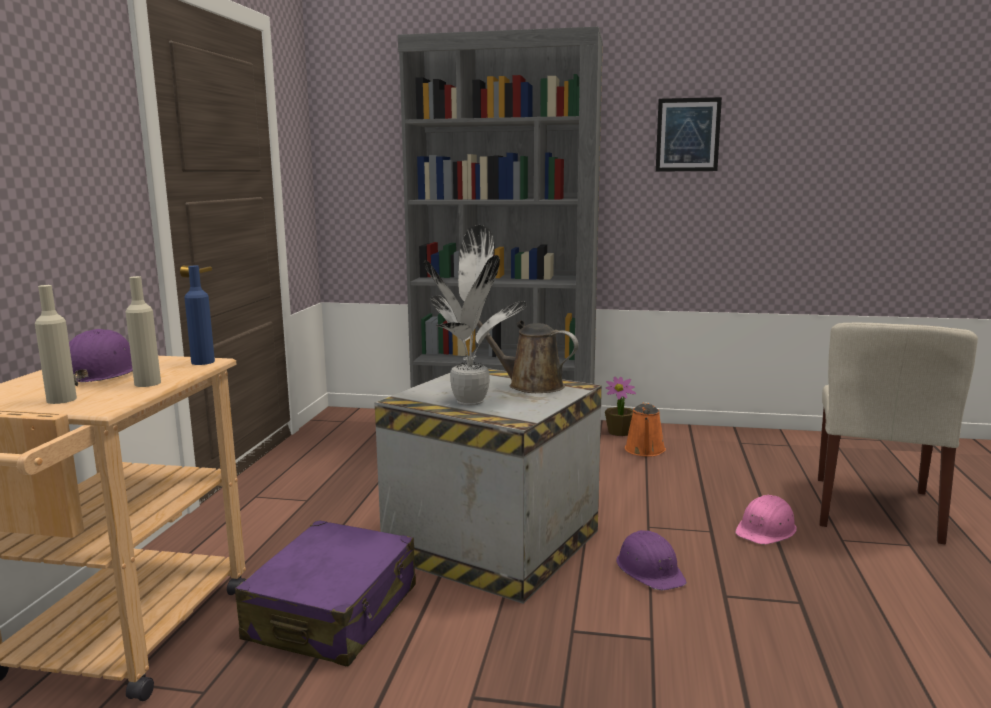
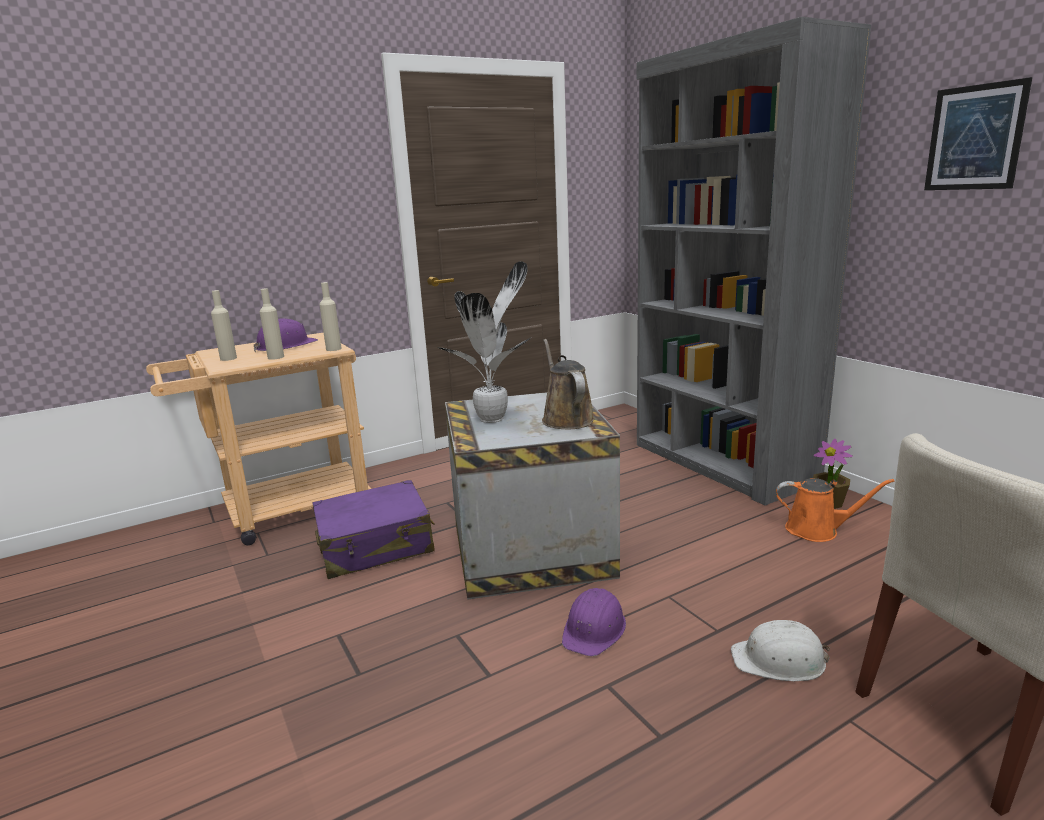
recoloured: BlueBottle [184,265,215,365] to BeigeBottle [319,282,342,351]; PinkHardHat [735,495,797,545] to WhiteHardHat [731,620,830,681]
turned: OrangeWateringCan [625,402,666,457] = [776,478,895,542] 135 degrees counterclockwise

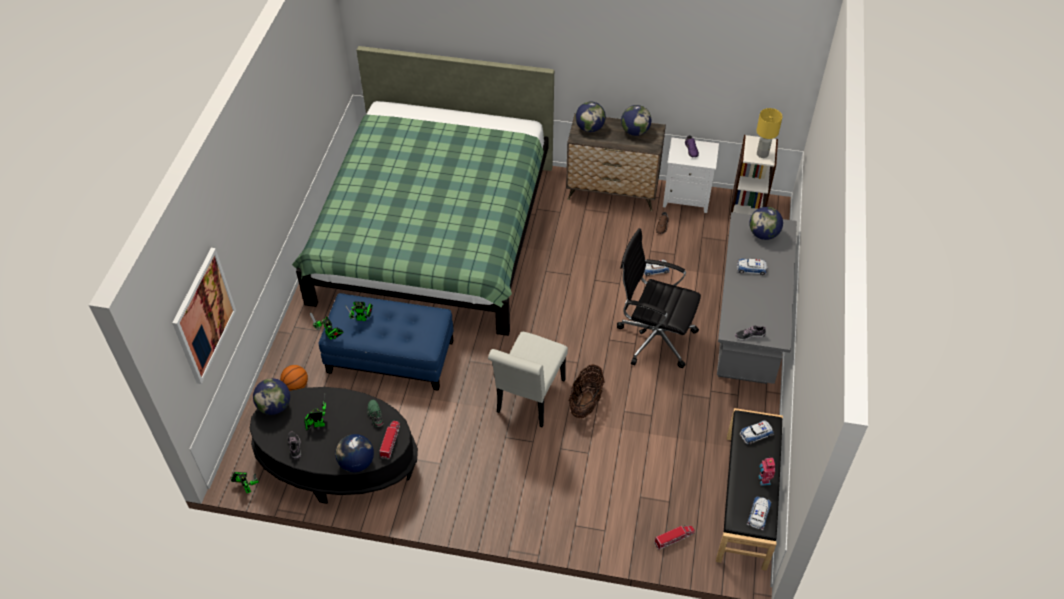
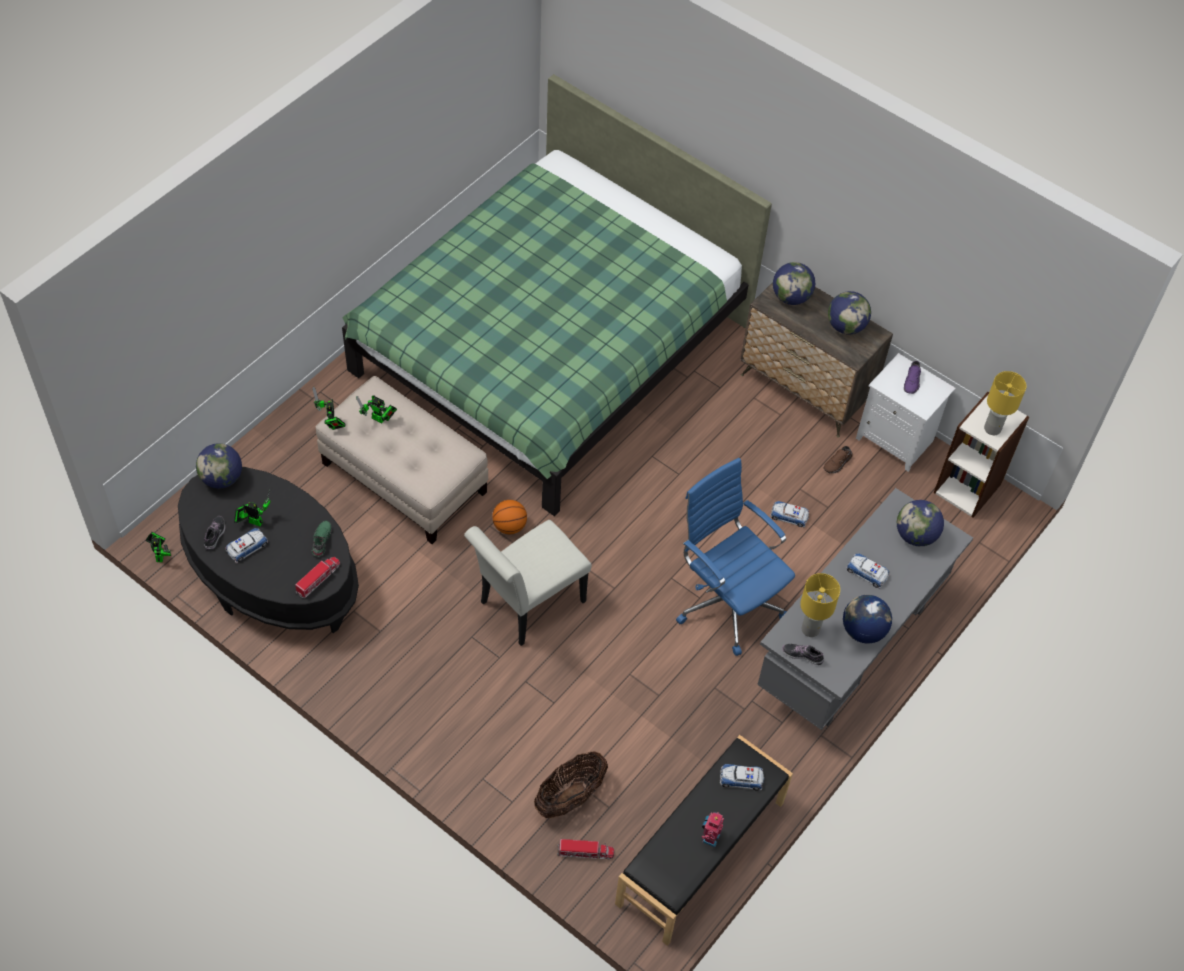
removed: Picture [172,248,236,384]
added: YellowTableLamp [800,573,840,637]
moved: Basket [568,364,605,419] to [534,751,608,818]; Basketball [280,365,308,391] to [492,500,527,534]; Globe [335,434,374,473] to [843,595,892,644]; ToyCar [747,496,771,530] to [225,528,268,563]
recoloured: BlackOfficeChair [617,228,701,368] to BlueOfficeChair [676,458,795,656]; BlueOttoman [318,293,453,391] to BeigeOttoman [316,376,488,544]

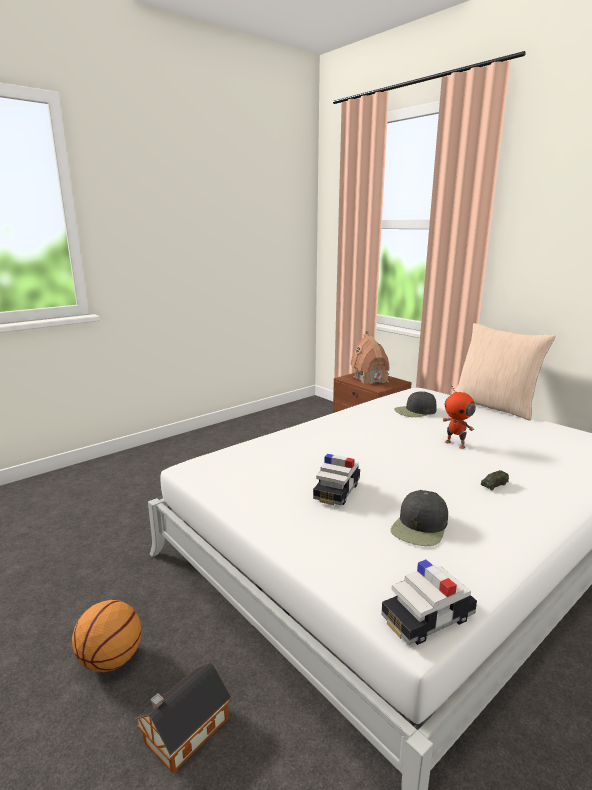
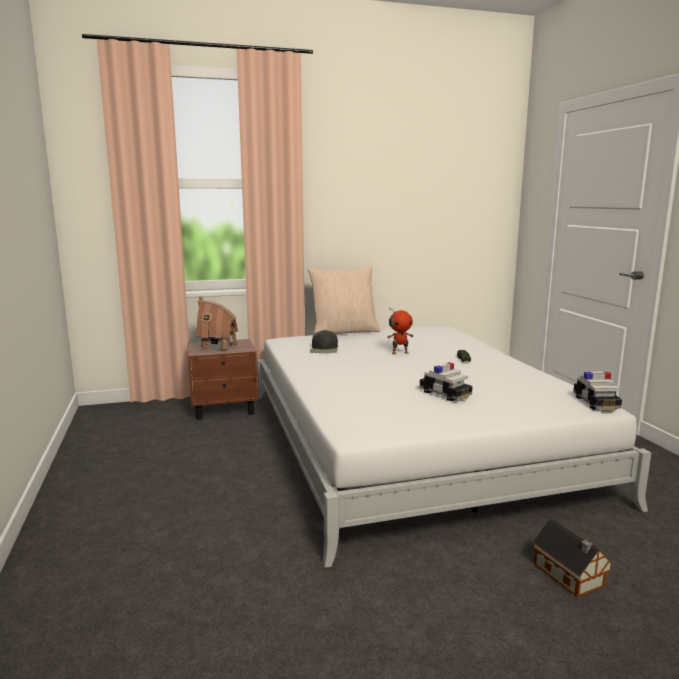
removed: BlackCap [391,490,448,546]; Basketball [72,600,141,672]

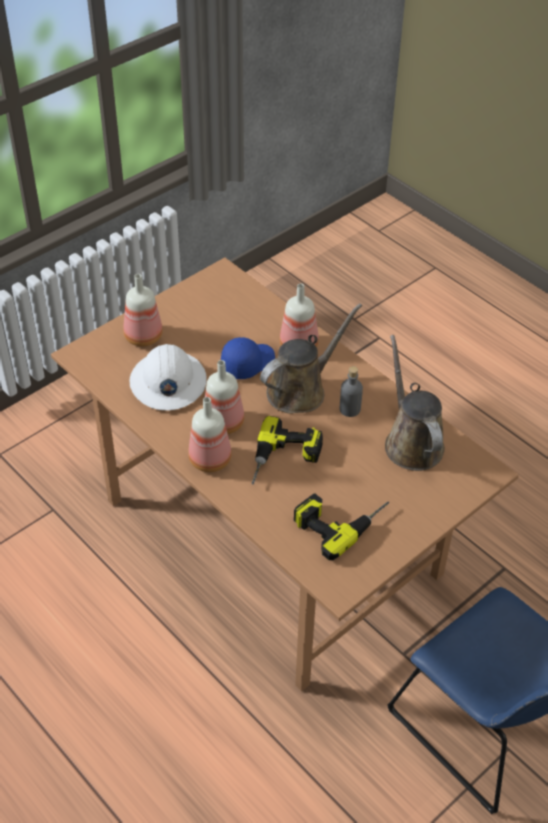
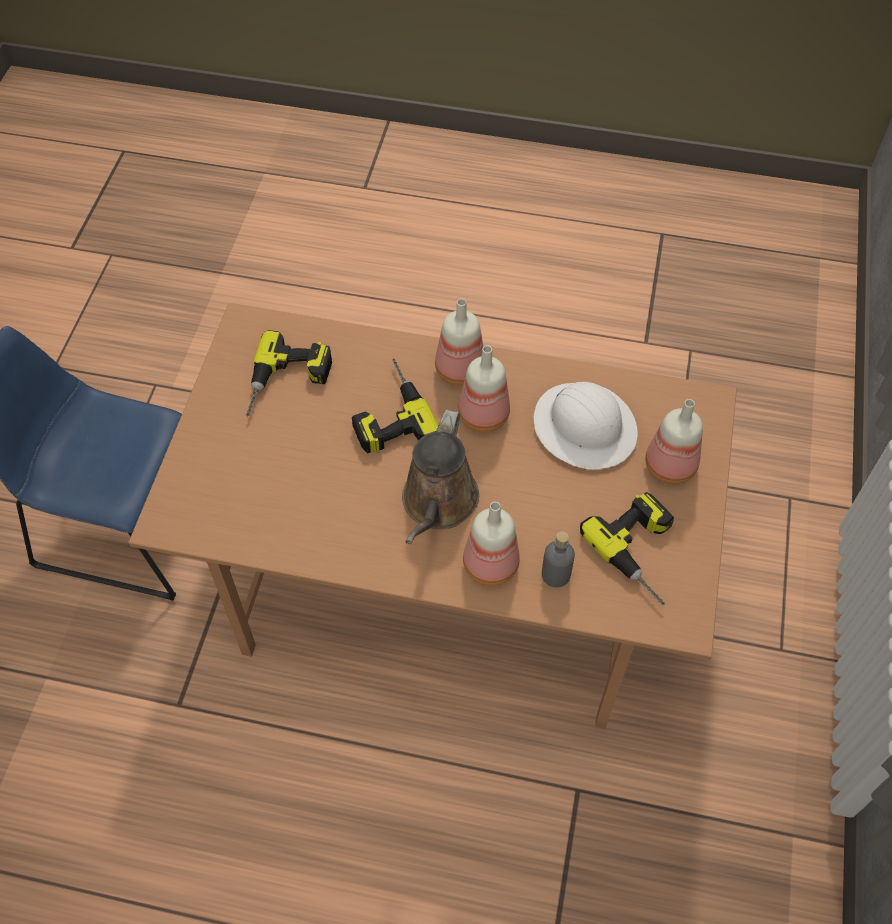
removed: BrownWateringCan [385,335,445,471]; BlueCap [221,337,275,379]
added: PowerDrill [580,492,674,605]
moved: GreyBottle [340,366,363,417] to [542,531,575,588]

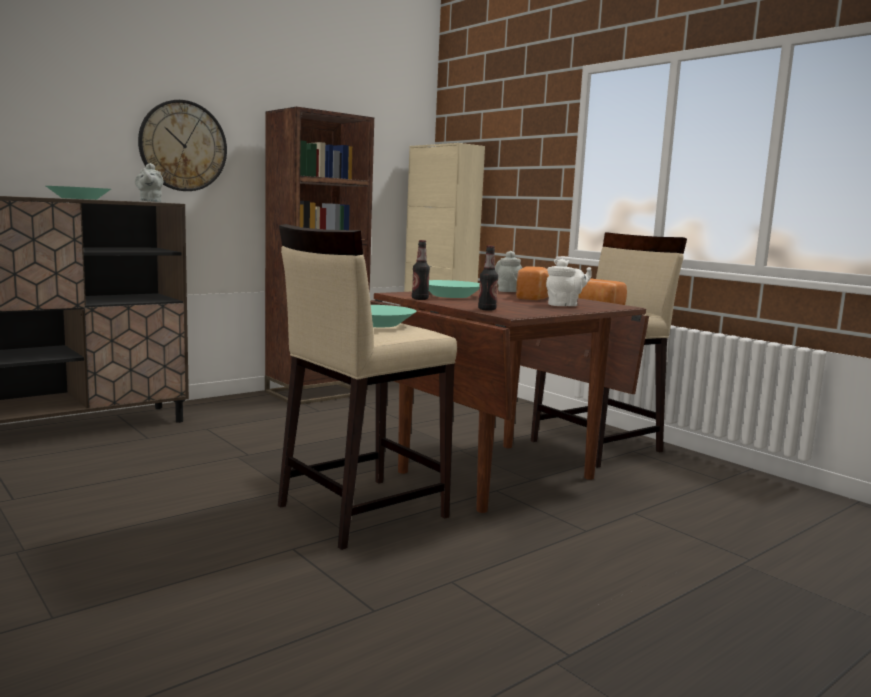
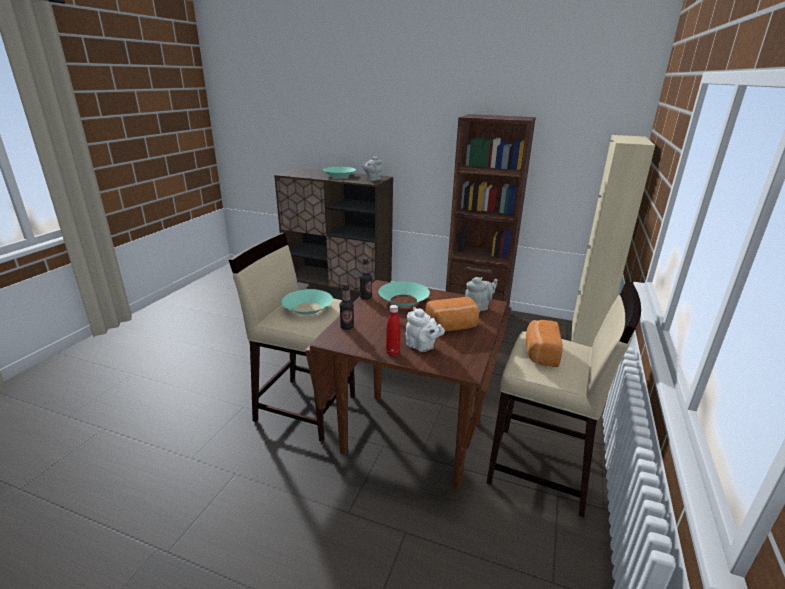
removed: WallClock [138,100,227,191]
added: RedBottle [386,305,401,356]

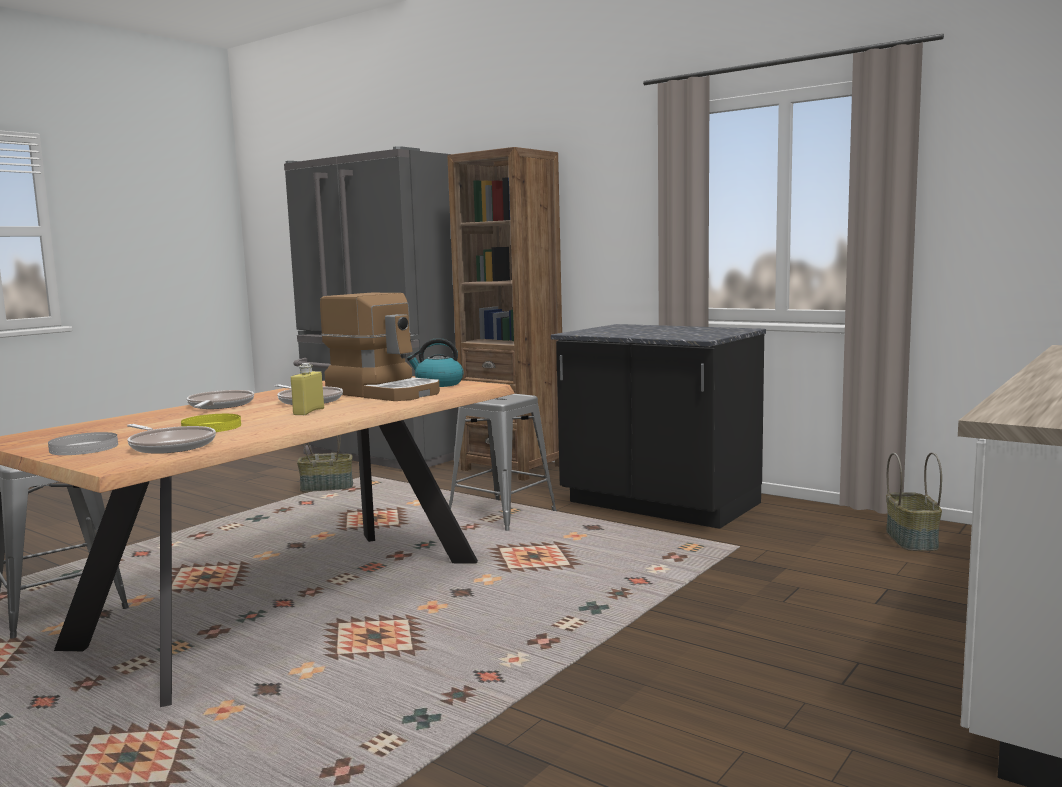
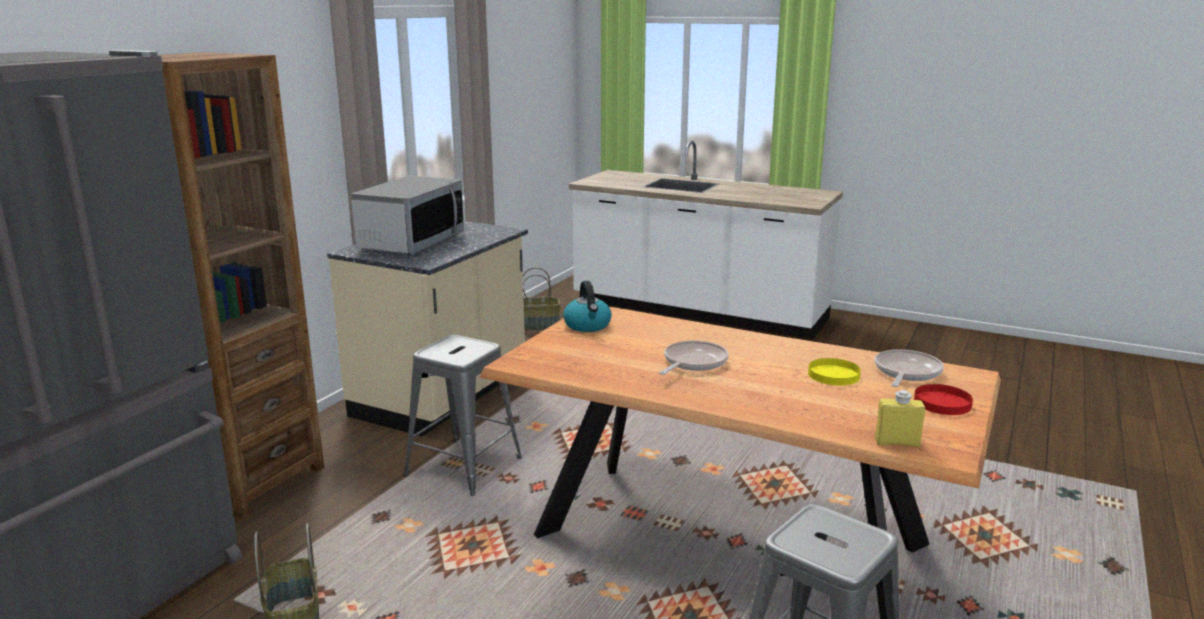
removed: CoffeeMachine [320,293,440,401]; FryingPan [186,390,254,409]
added: Microwave [351,175,464,254]
moved: YellowBottle [291,363,324,415] to [875,390,925,447]
recoloured: BlackCounter [551,324,766,529] to BeigeCounter [327,221,528,436]; WhitePlate [48,432,118,455] to RedPlate [914,384,973,415]

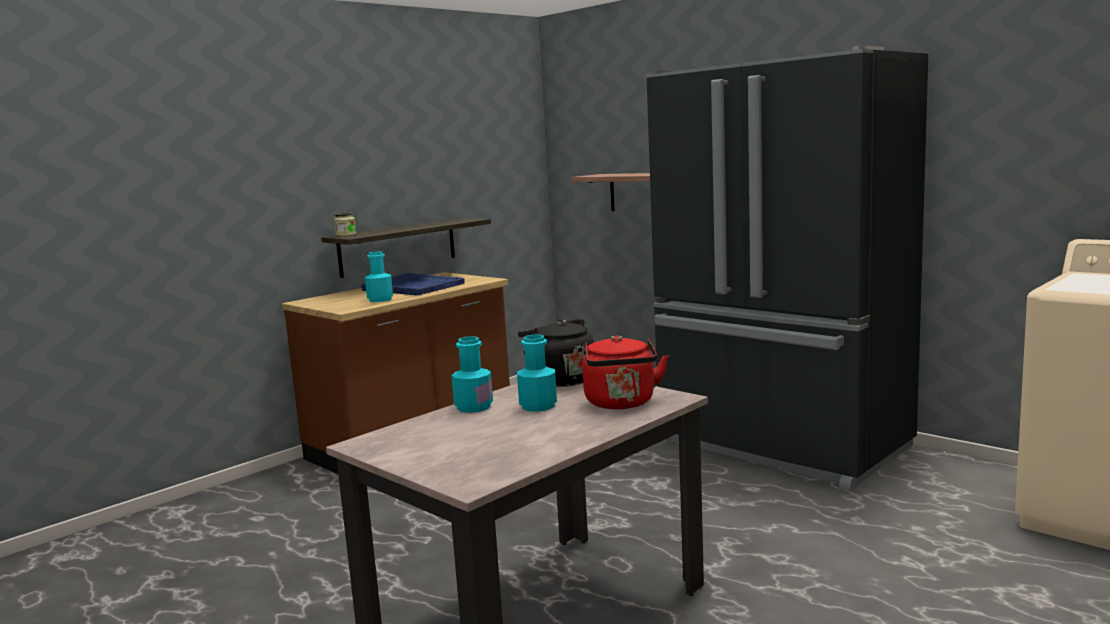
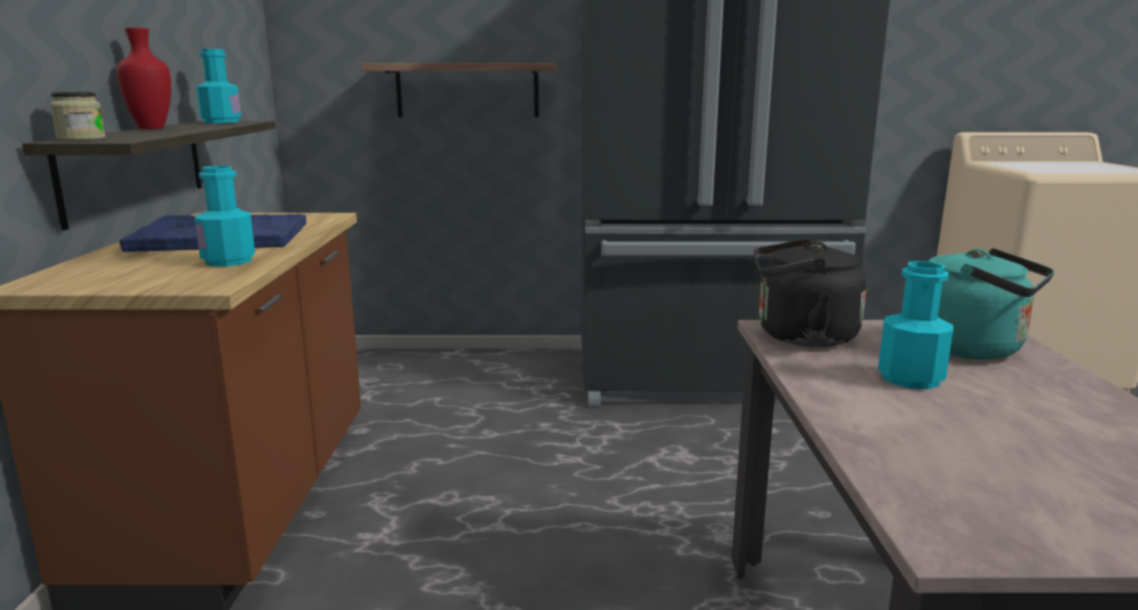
added: RedVase [116,28,171,129]
moved: TurquoiseBottle [451,336,493,413] to [196,49,241,123]
recoloured: RedKettle [582,335,668,409] to TurquoiseKettle [929,248,1054,360]

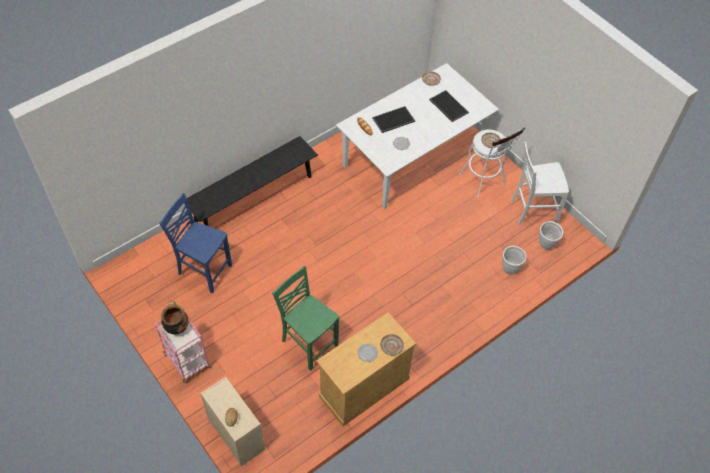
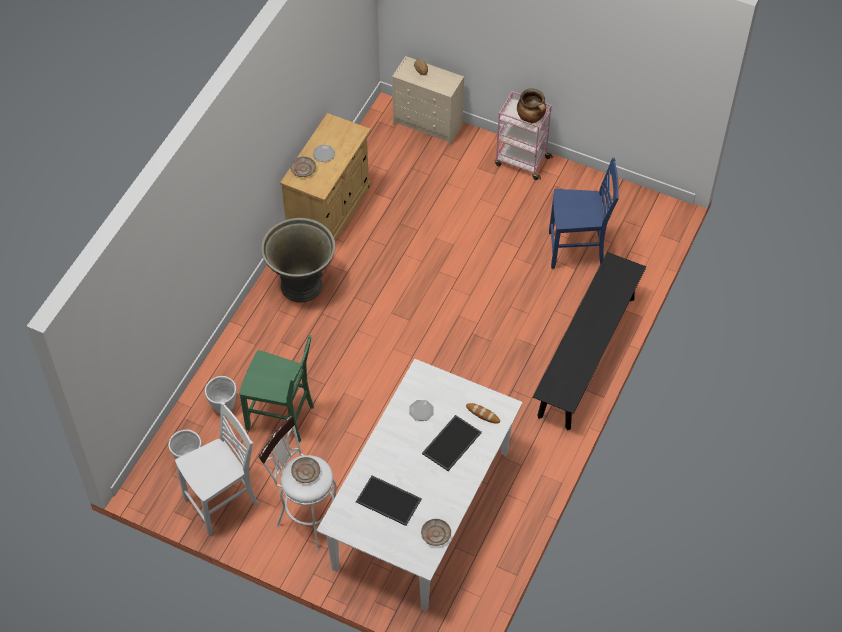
added: GreyPlanter [261,218,335,303]
moved: GreenChair [272,265,339,371] to [240,335,314,442]

